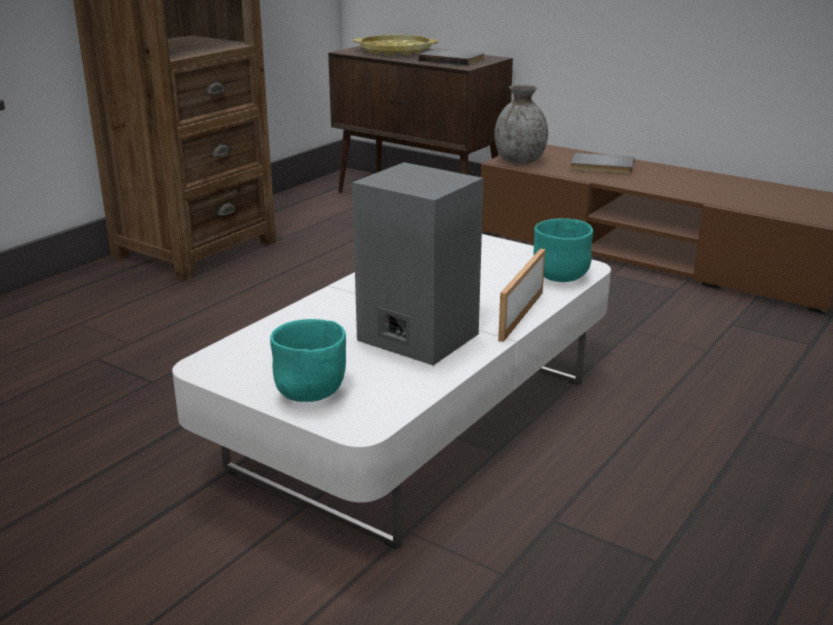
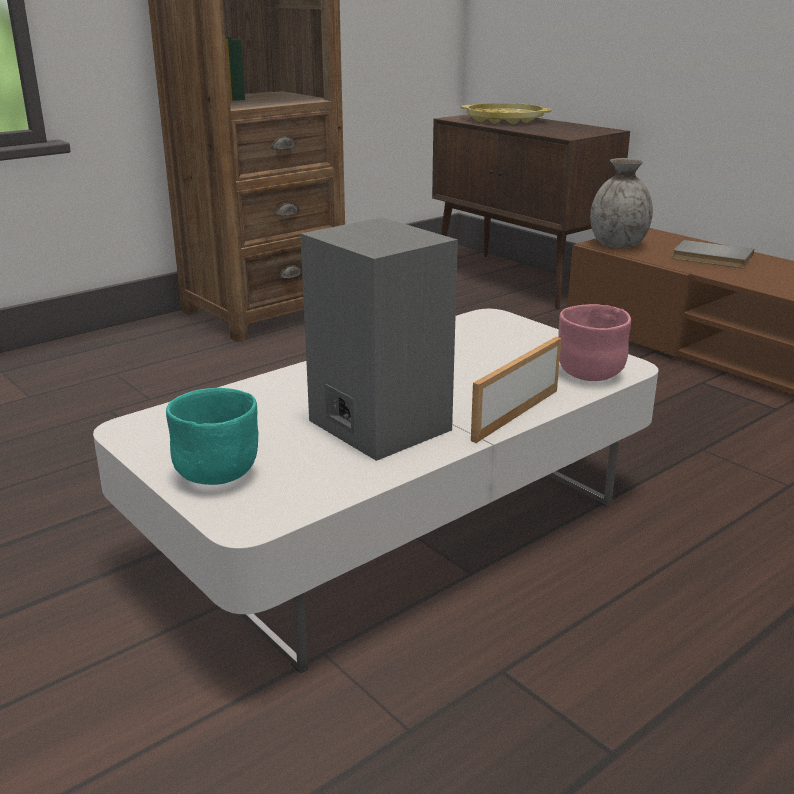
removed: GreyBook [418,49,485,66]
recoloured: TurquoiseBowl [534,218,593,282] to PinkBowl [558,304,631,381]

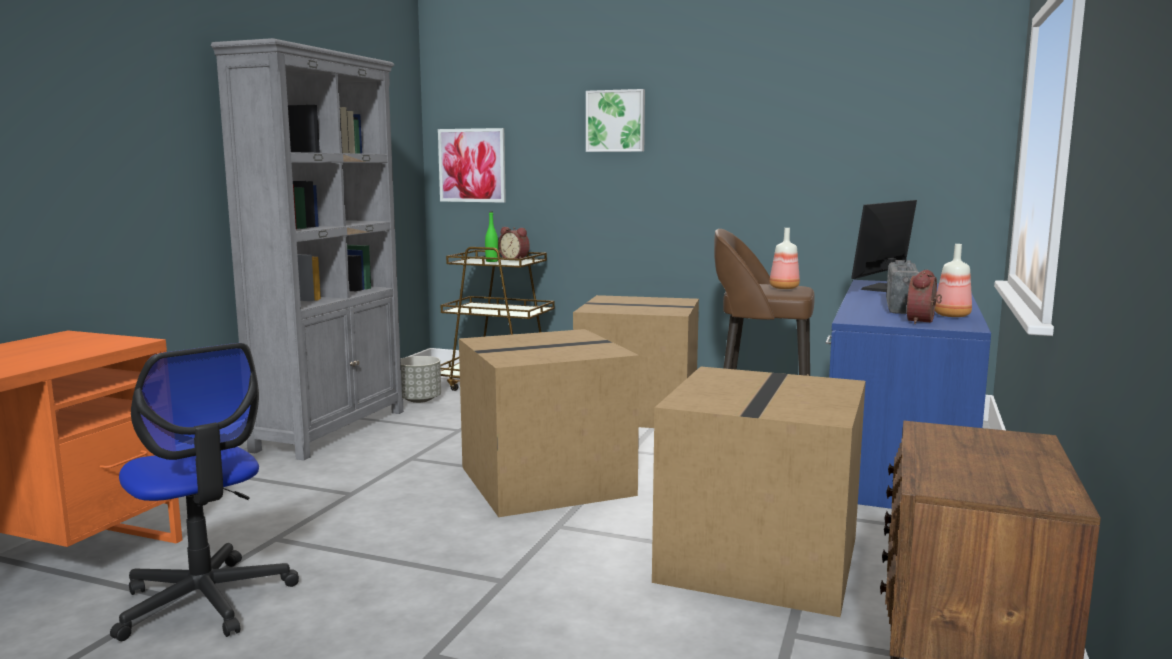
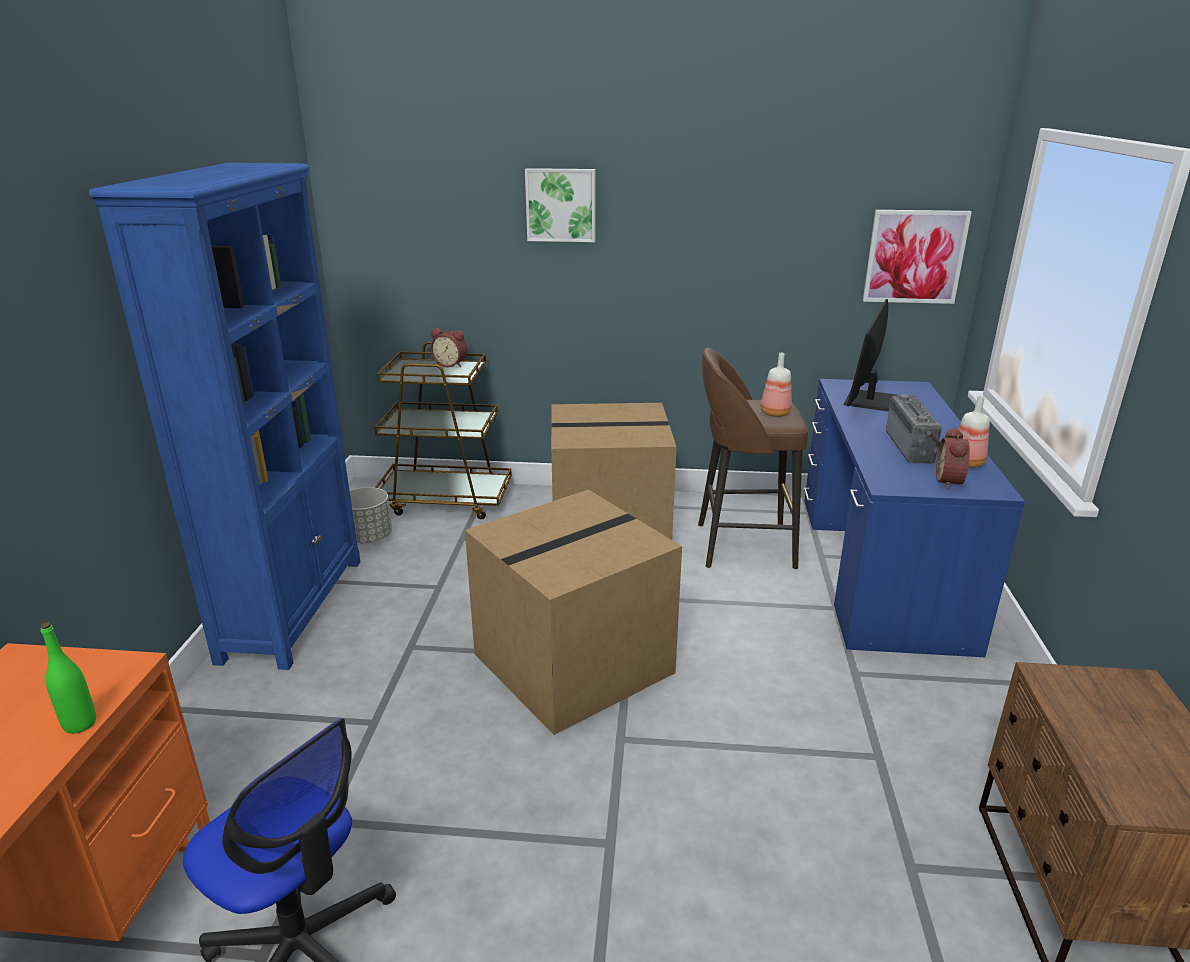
removed: CardboardBox [652,366,866,617]
moved: Picture [438,128,506,203] to [862,210,972,304]; GreenBottle [485,211,498,262] to [41,622,96,734]
recoloured: GreyBookcase [211,38,404,461] to BlueBookcase [89,163,360,670]

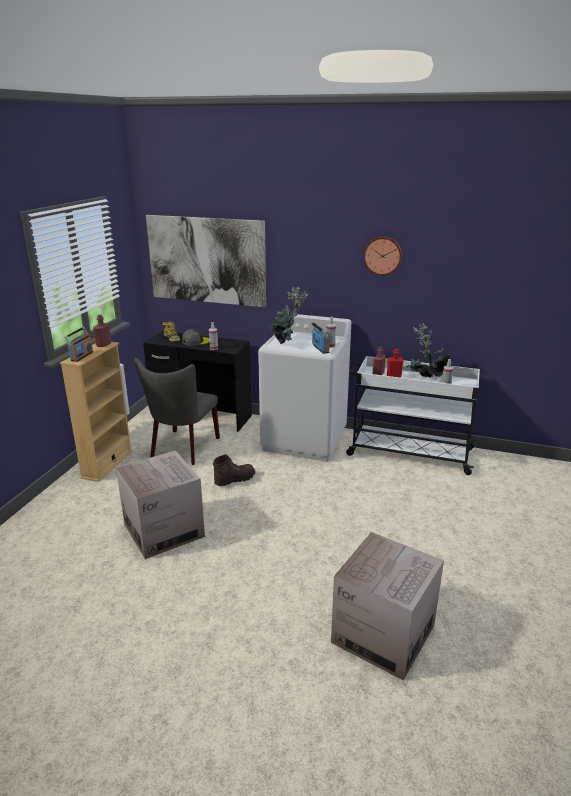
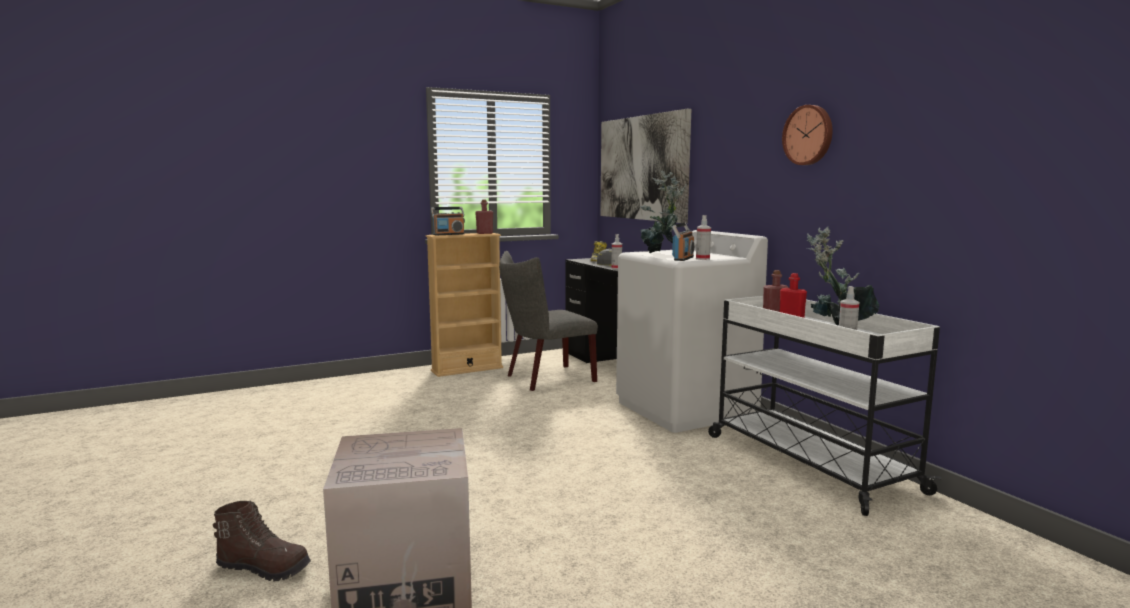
removed: CardboardBox [116,450,205,559]
moved: BrownBoot [213,454,255,486] to [213,501,311,582]

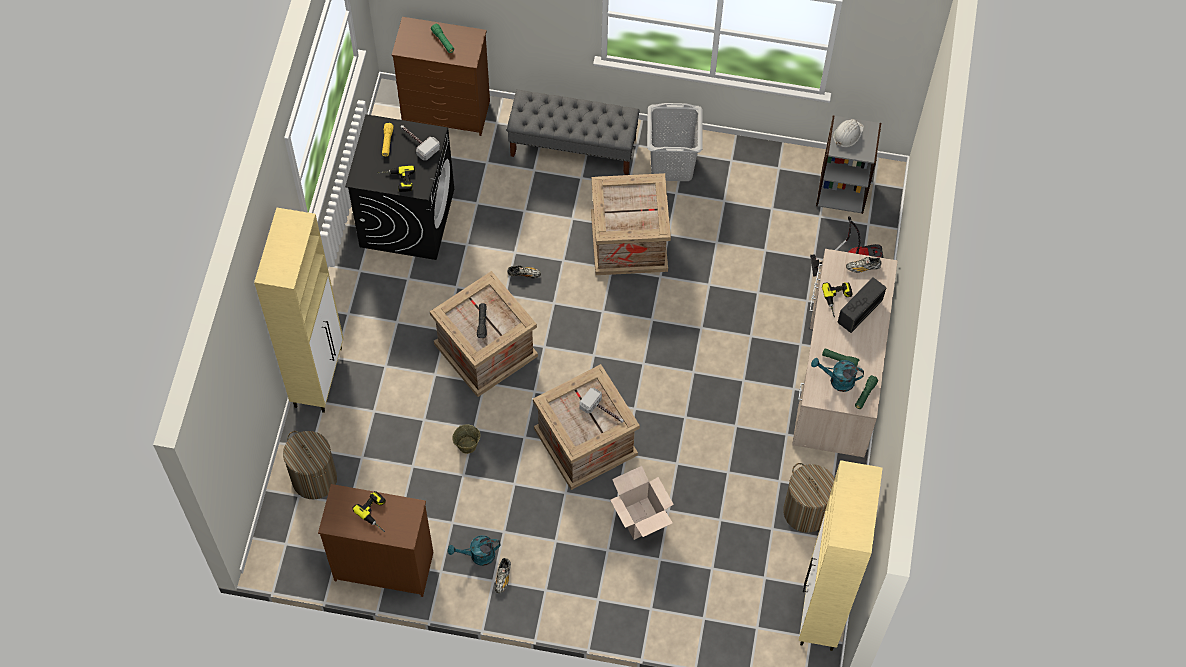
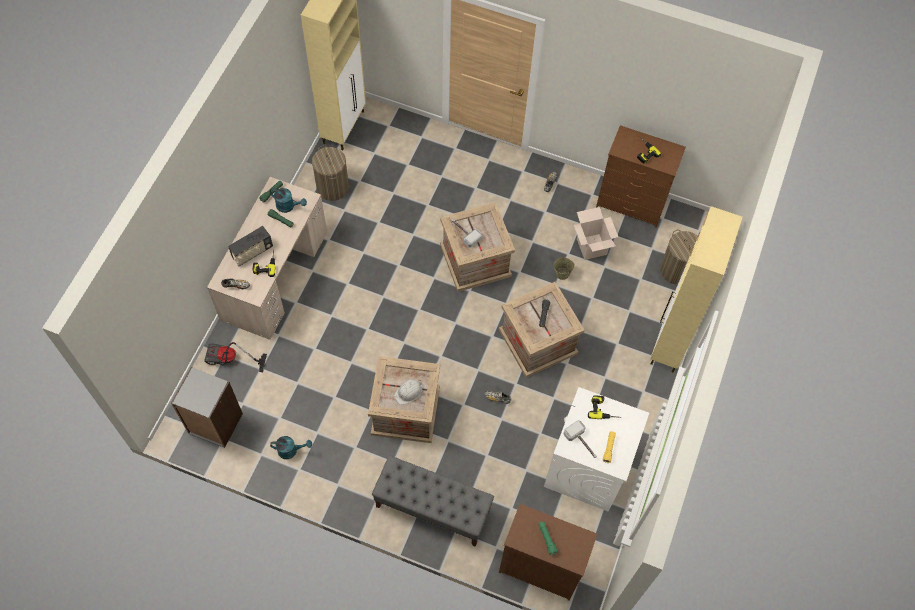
removed: GreyLaundryBasket [647,103,703,181]
moved: WhiteHardHat [833,119,864,147] to [394,379,422,405]; CardboardBox [610,466,674,540] to [574,207,618,260]; TurquoiseWateringCan [448,535,500,566] to [270,436,312,459]
recoloured: BlackWashingMachine [345,114,454,260] to WhiteWashingMachine [544,387,649,511]

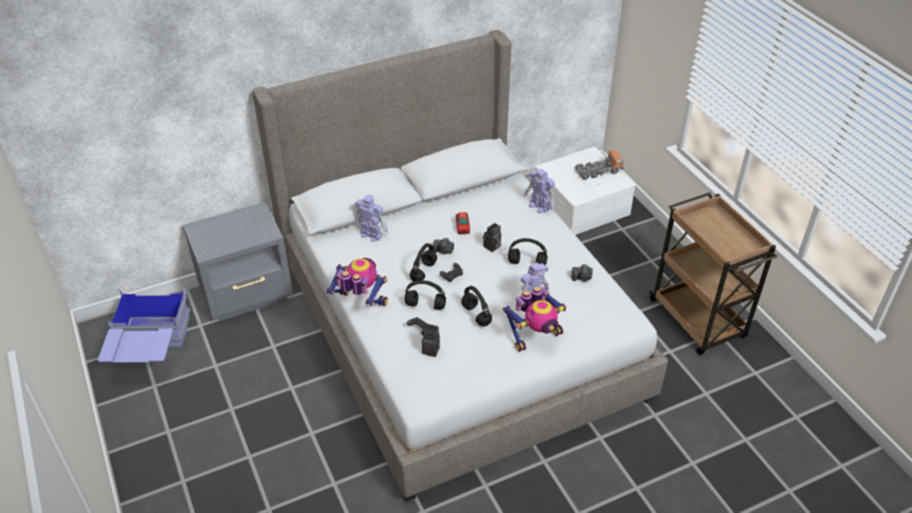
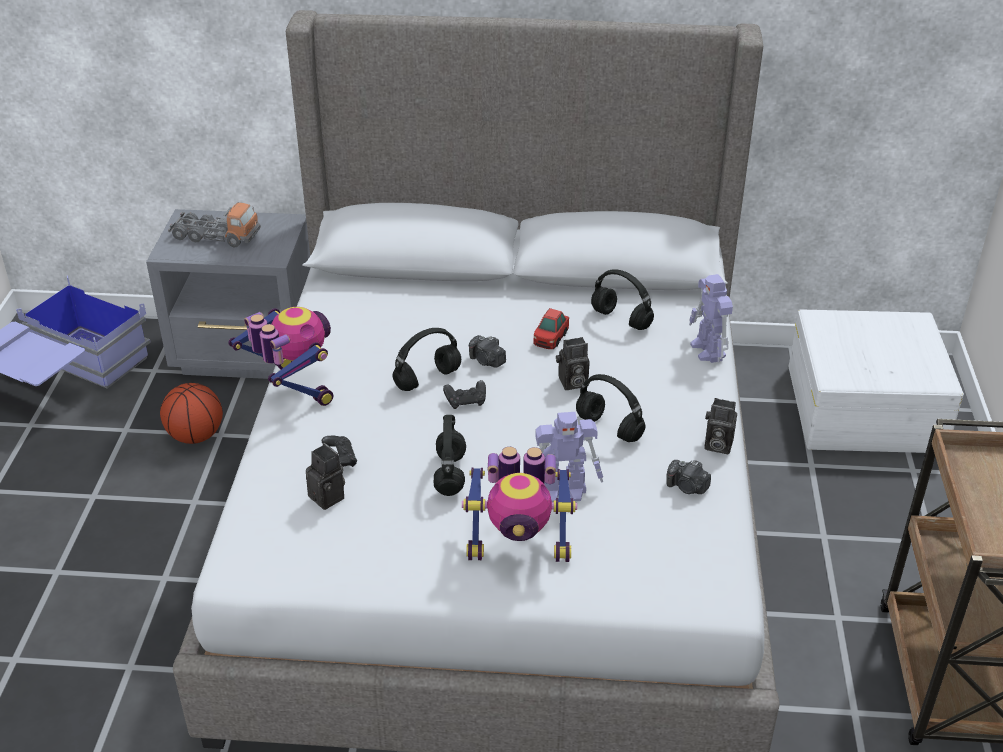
removed: ToyRobot [354,194,388,242]
added: Basketball [160,383,223,444]; PhotoCamera [704,398,737,454]
moved: ToyTruck [574,150,624,180] to [168,202,261,247]; BlackHeadphones [405,280,446,310] to [591,269,654,330]

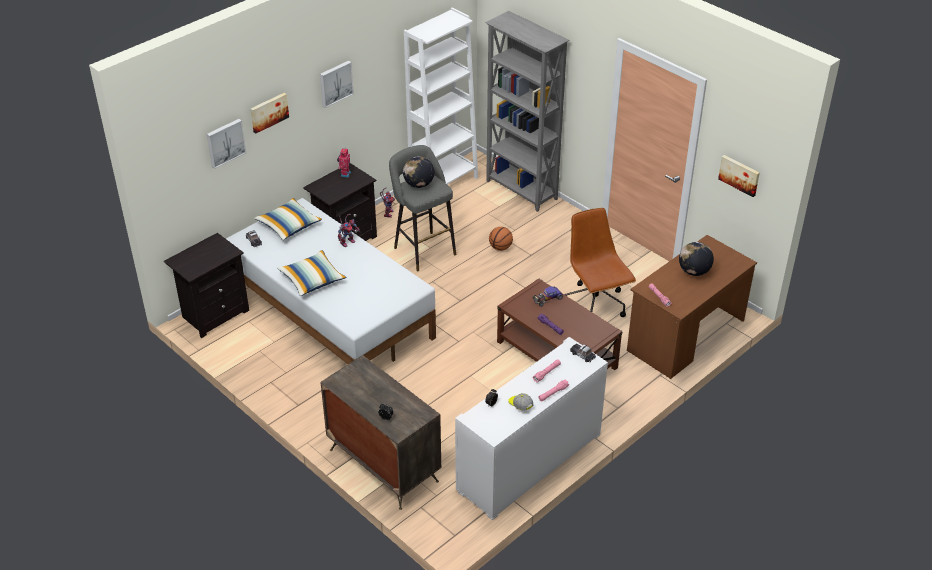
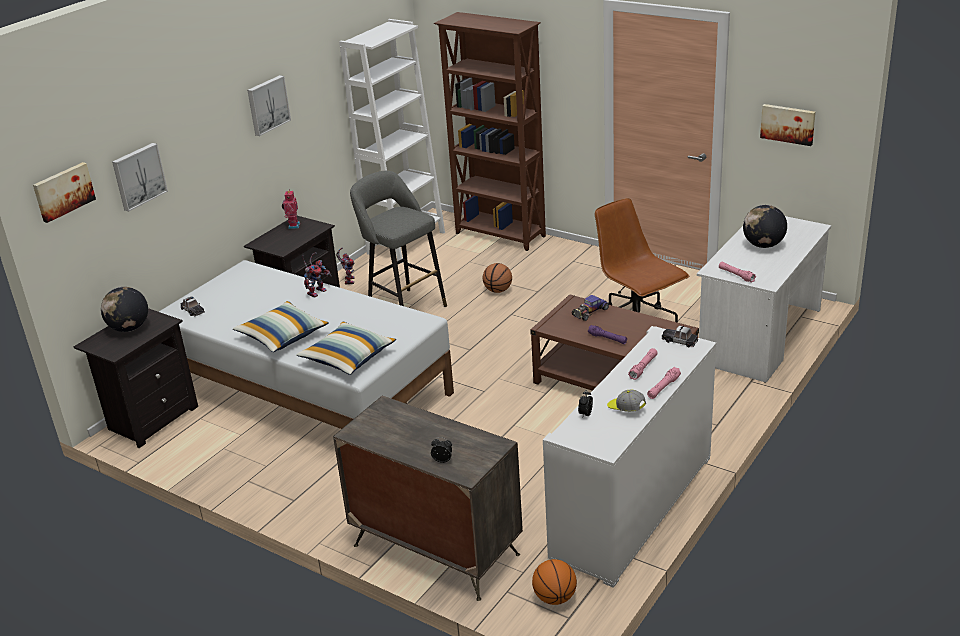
added: Basketball [532,559,577,605]
moved: Picture [250,93,289,134] to [33,162,96,223]; Globe [403,156,434,188] to [101,287,148,332]; Pillow [254,198,322,240] to [296,321,396,375]
recoloured: GreyBookcase [485,11,569,212] to BrownBookcase [434,12,546,251]; BrownDesk [627,235,757,379] to WhiteDesk [697,216,831,383]

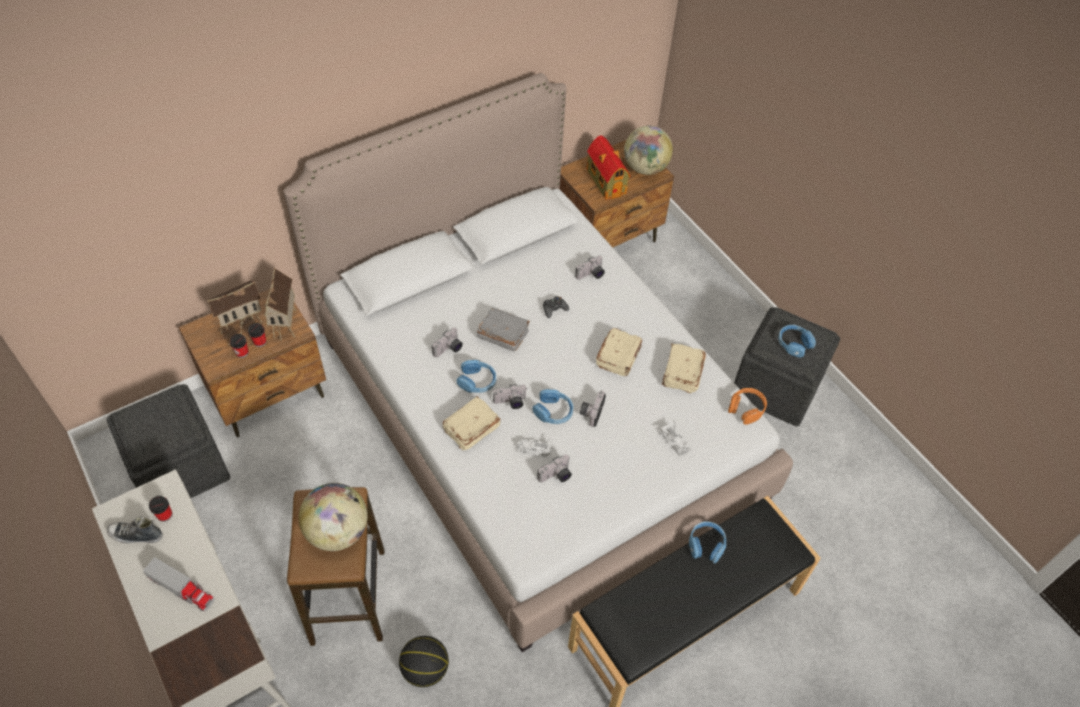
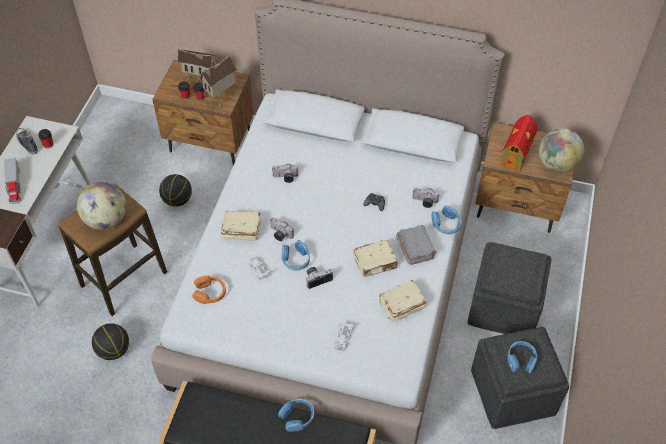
removed: PhotoCamera [537,455,572,482]
added: Basketball [159,174,192,207]
moved: GreyBook [477,308,530,351] to [396,225,437,265]; BlueHeadphones [456,360,496,393] to [431,205,462,234]; GreyOttoman [107,384,230,498] to [468,242,551,334]; OrangeHeadphones [728,388,767,425] to [192,275,226,304]

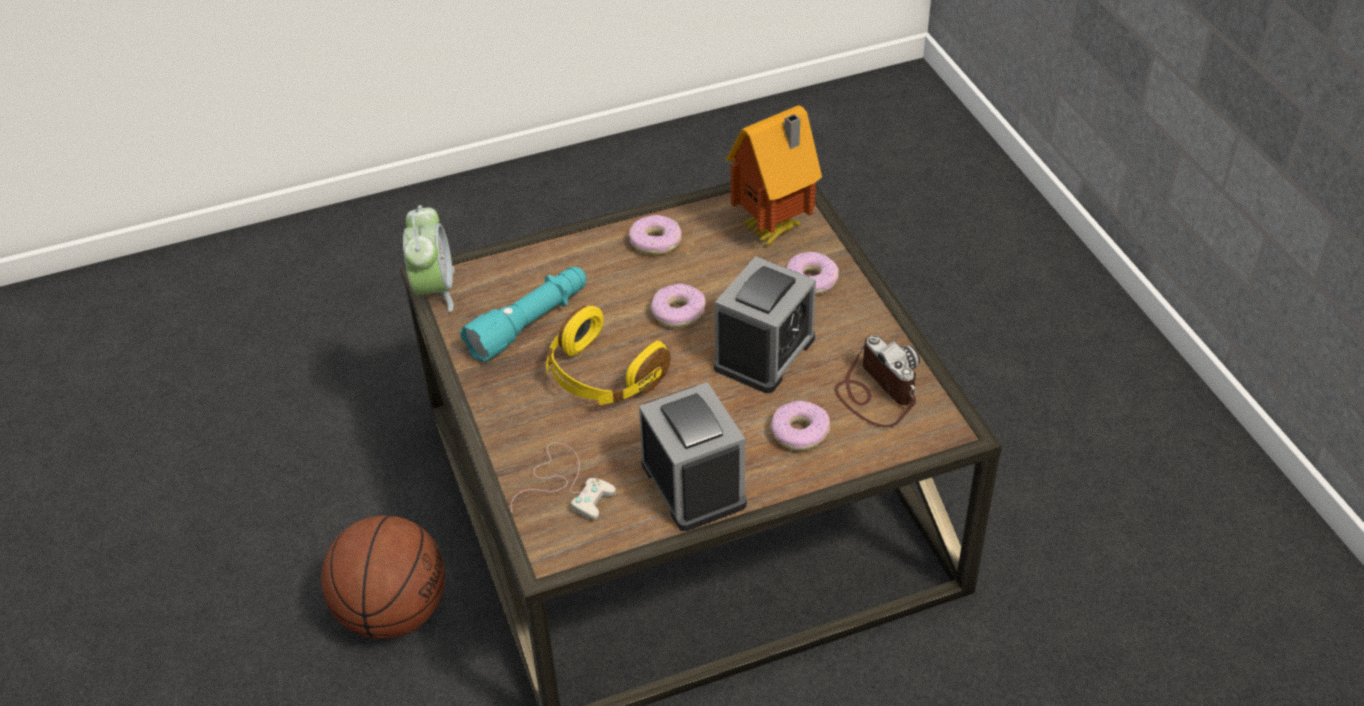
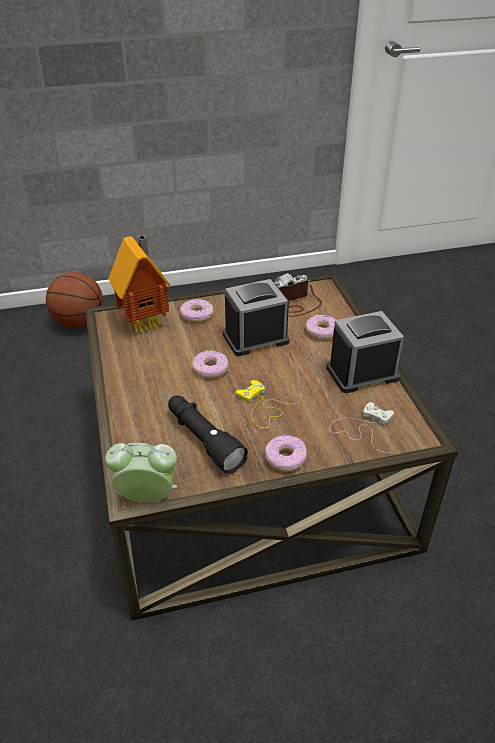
moved: Donut [629,215,681,255] to [265,435,307,472]; Basketball [321,515,445,639] to [46,272,103,328]
replaced: YellowHeadphones [546,306,671,405] to YellowGameController [235,380,302,428]
recoloured: TurquoiseFlashlight [460,267,587,363] to BlackFlashlight [168,395,248,474]
turned: AlarmClock [714,256,816,393] = [223,279,290,356] 60 degrees counterclockwise

